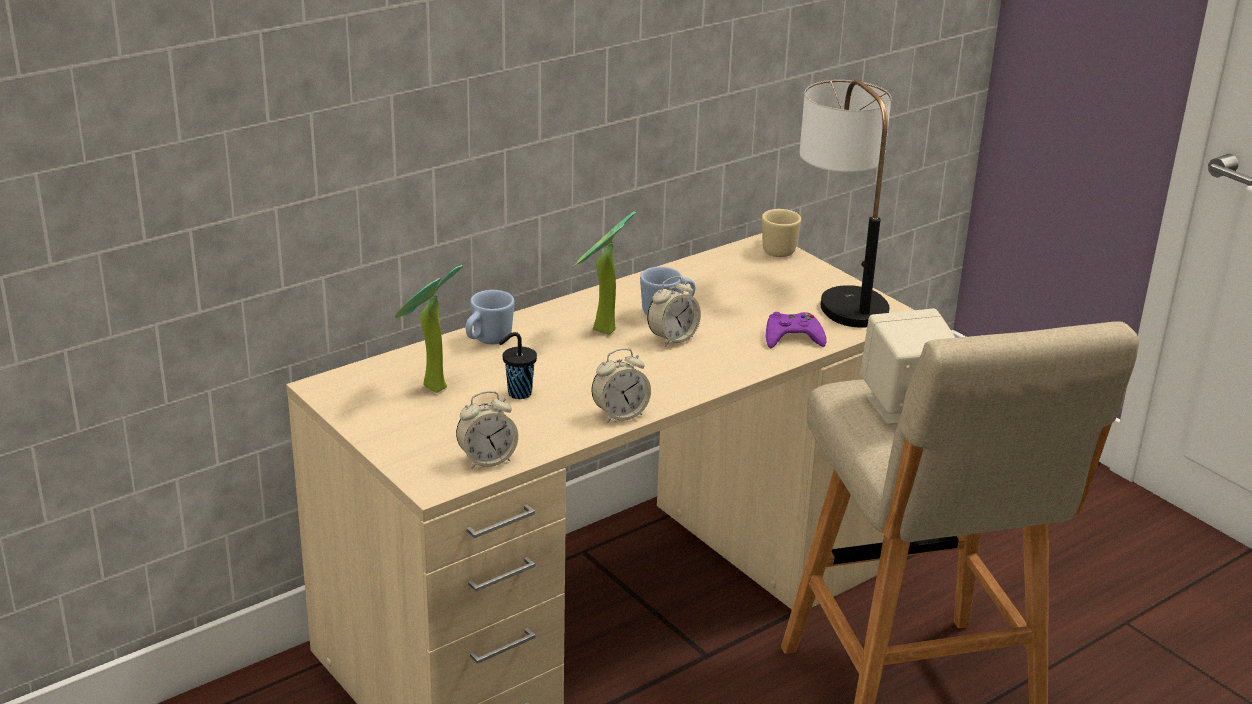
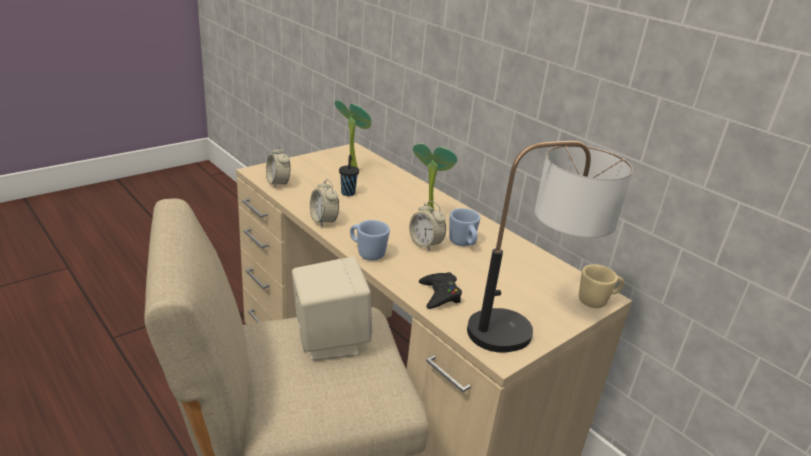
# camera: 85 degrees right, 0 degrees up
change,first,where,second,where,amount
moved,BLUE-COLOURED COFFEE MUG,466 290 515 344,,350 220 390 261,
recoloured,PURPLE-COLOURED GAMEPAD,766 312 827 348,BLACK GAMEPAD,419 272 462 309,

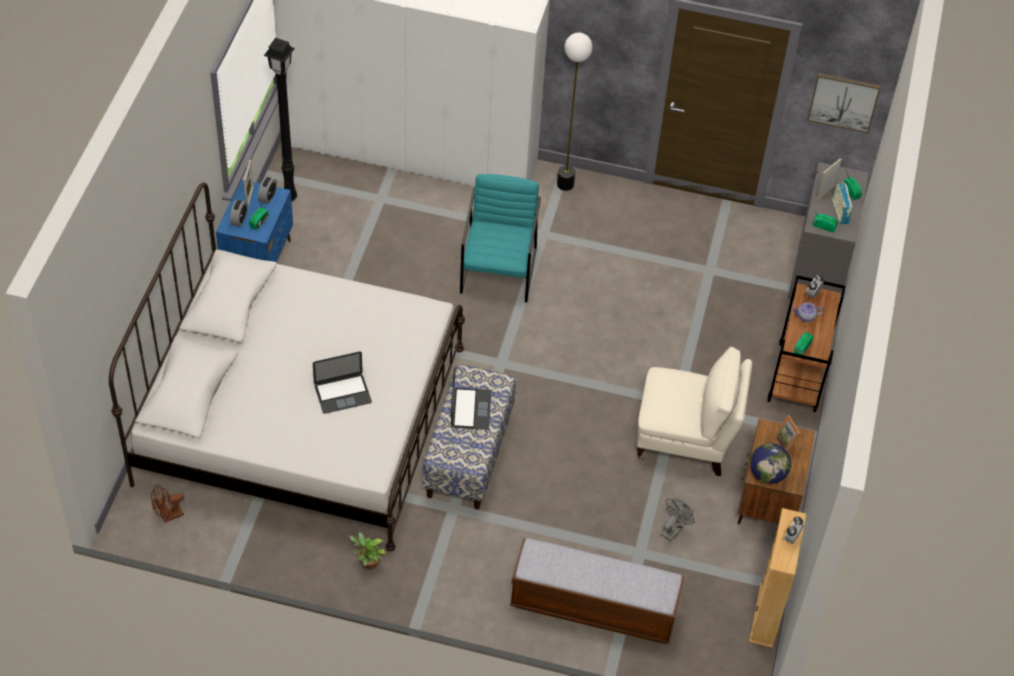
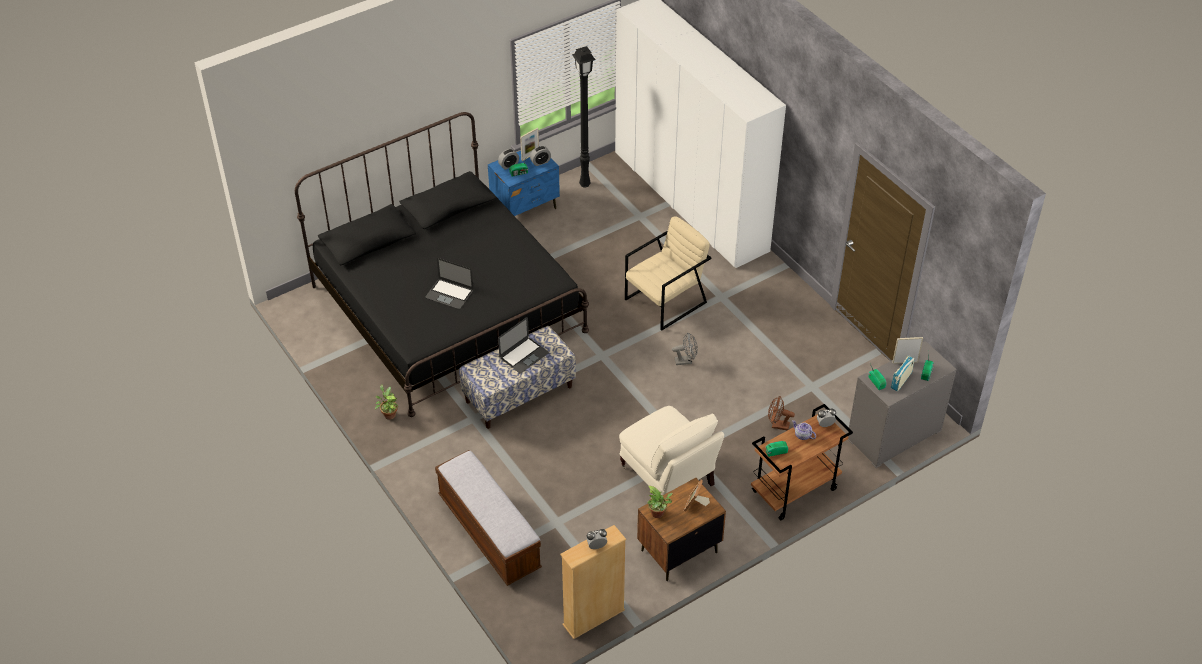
# camera: 45 degrees right, 5 degrees down
change,first,where,second,where,amount
removed,STANDARD LAMP,557 33 593 191,,,
removed,WALL ART,807 73 881 133,,,
moved,BROWN-COLOURED ELECTRIC FAN,151 485 184 523,,768 396 795 431,
moved,GREYISH ELECTRIC FAN,661 499 694 542,,672 332 698 365,
replaced,DESK GLOBE,750 443 791 484,POTTED PLANT,647 486 673 518,
recoloured,WHITISH BED,109 183 465 551,BLACK BED,295 112 589 417,
recoloured,TURQUOISE-COLOURED LOUNGE CHAIR,460 174 541 302,BEIGE-COLOURED LOUNGE CHAIR,625 216 711 331,

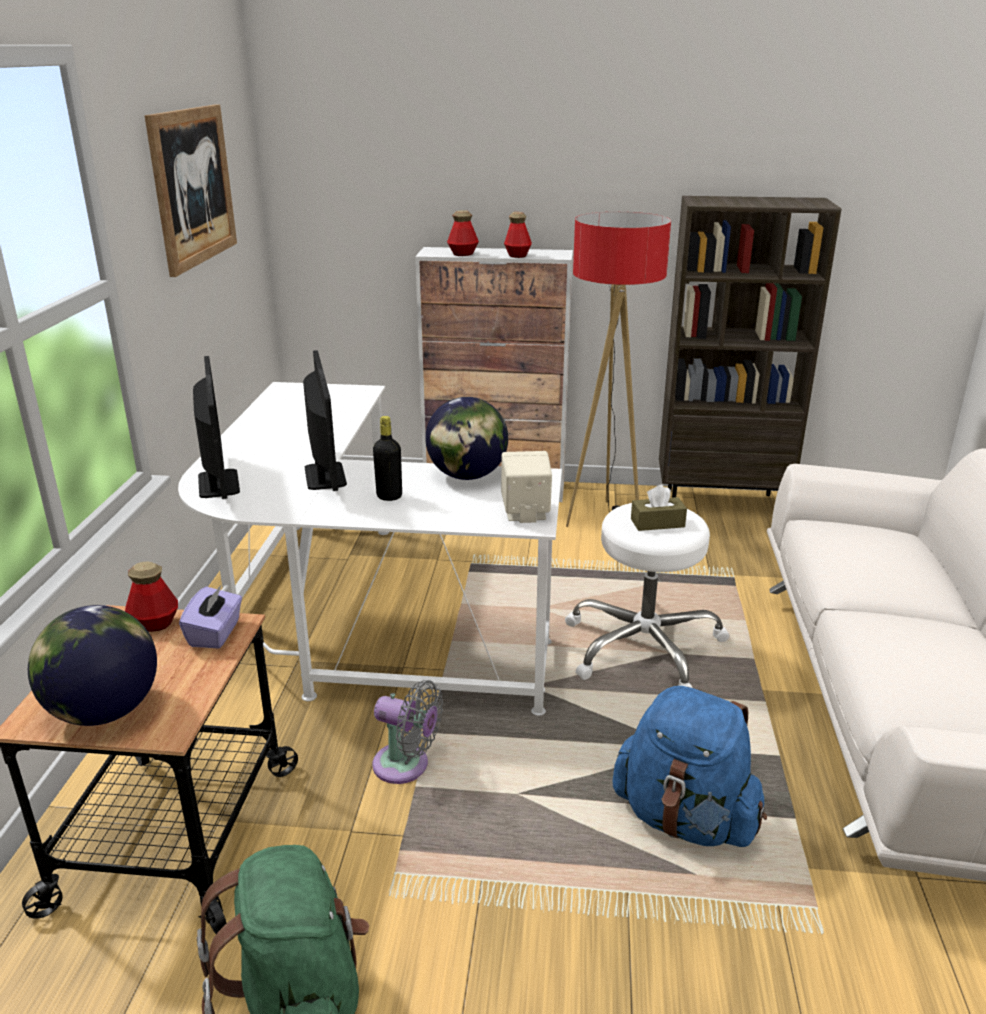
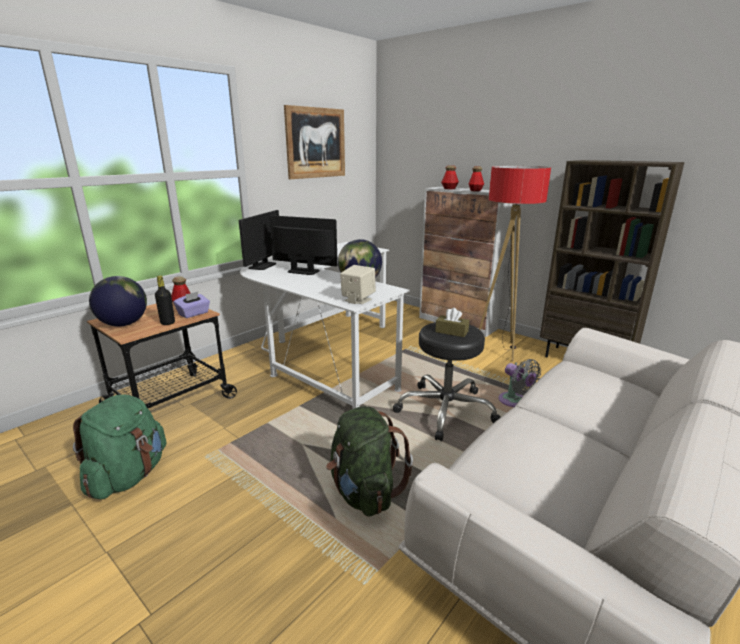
# camera: 35 degrees right, 5 degrees down
change,first,where,second,where,amount
moved,GREYISH ELECTRIC FAN,372 680 443 784,,498 359 541 407,
moved,BLACK BOTTLE,373 416 402 501,,155 275 175 325,
recoloured,WHITISH SITTING STOOL,565 503 730 688,BLACK SITTING STOOL,393 322 501 441,
recoloured,BLUE-COLOURED BACKPACK,613 686 767 847,GREEN BACKPACK,326 406 413 517,
turned,COMPUTER SCREEN,303 350 347 491,,269 215 338 275,90 degrees counterclockwise

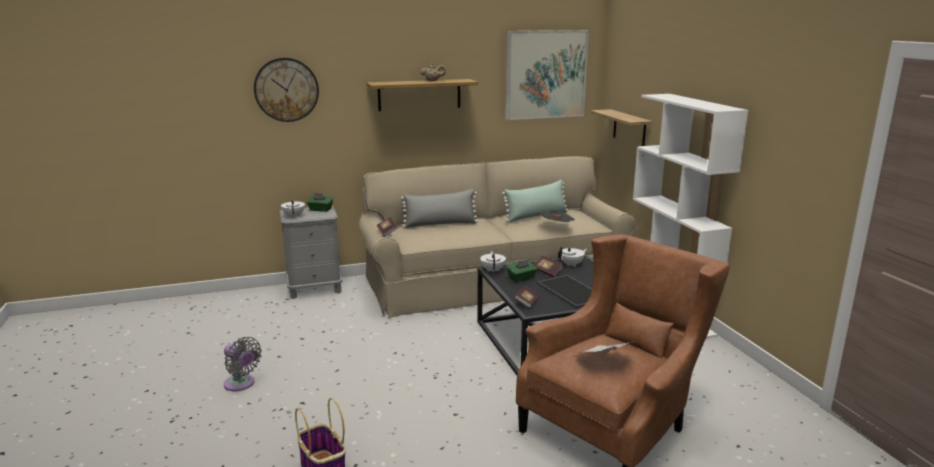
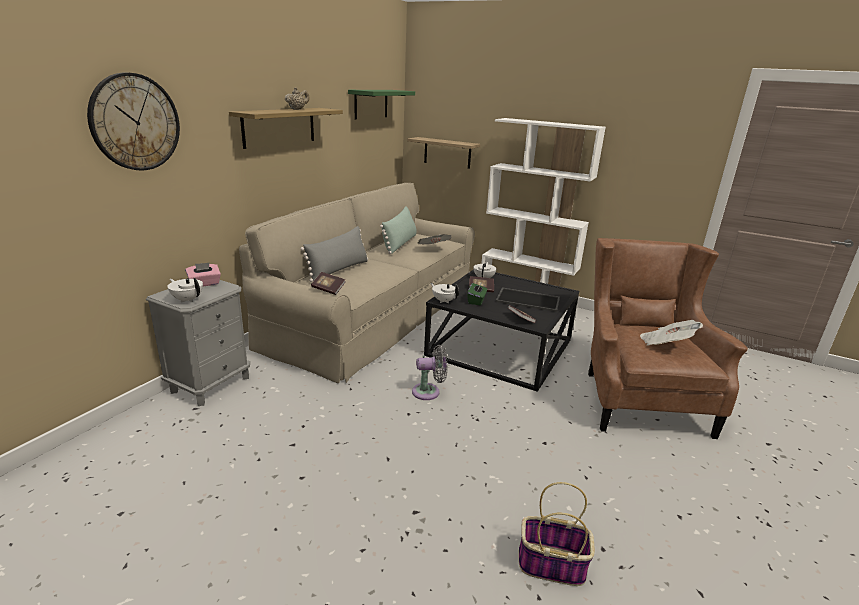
# camera: 45 degrees left, 5 degrees up
change,first,where,second,where,amount
moved,GREYISH ELECTRIC FAN,224 337 262 391,,412 345 447 400,
replaced,WALL ART,505 30 589 120,GREEN SHELF,348 90 415 120,
recoloured,GREEN TISSUE BOX,307 193 333 212,PINK-COLOURED TISSUE BOX,185 263 221 287,

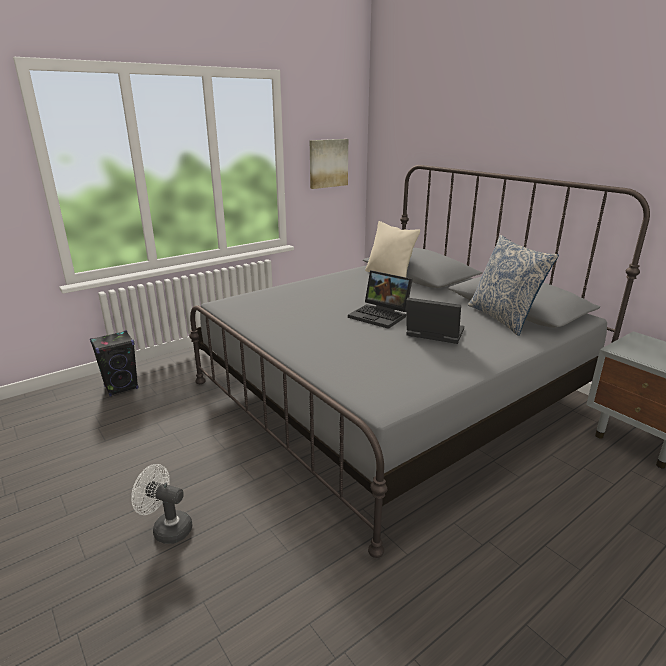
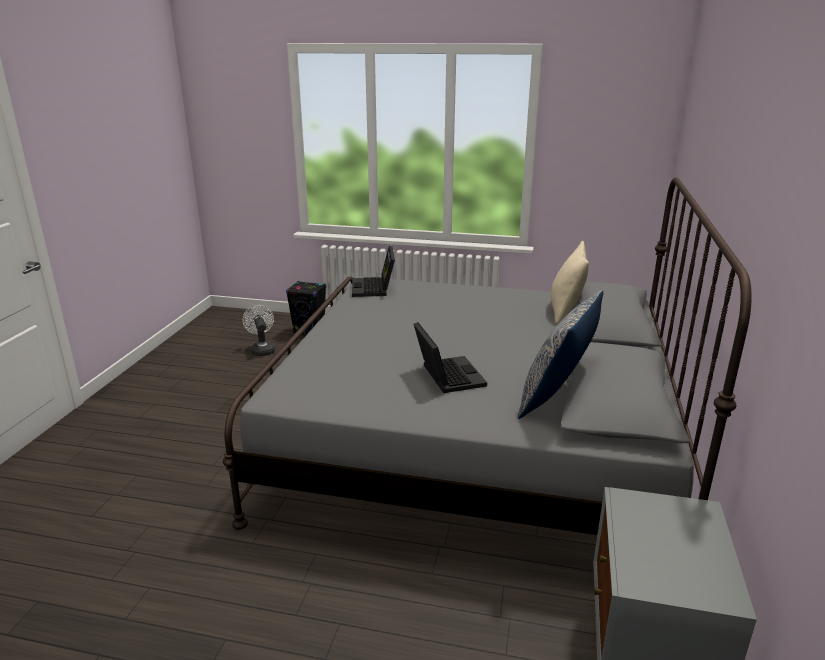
# camera: 50 degrees right, 0 degrees up
change,first,where,second,where,amount
removed,WALL ART,310 139 348 189,,,
moved,WHITISH ELECTRIC FAN,131 464 192 544,,243 305 275 356,
moved,LAPTOP,348 270 413 329,,352 246 395 297,

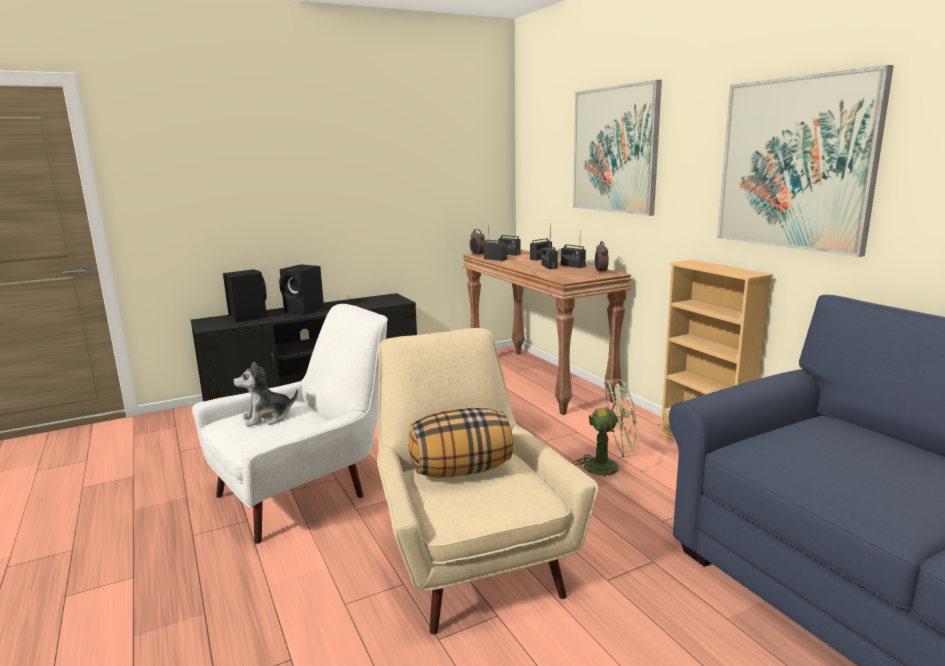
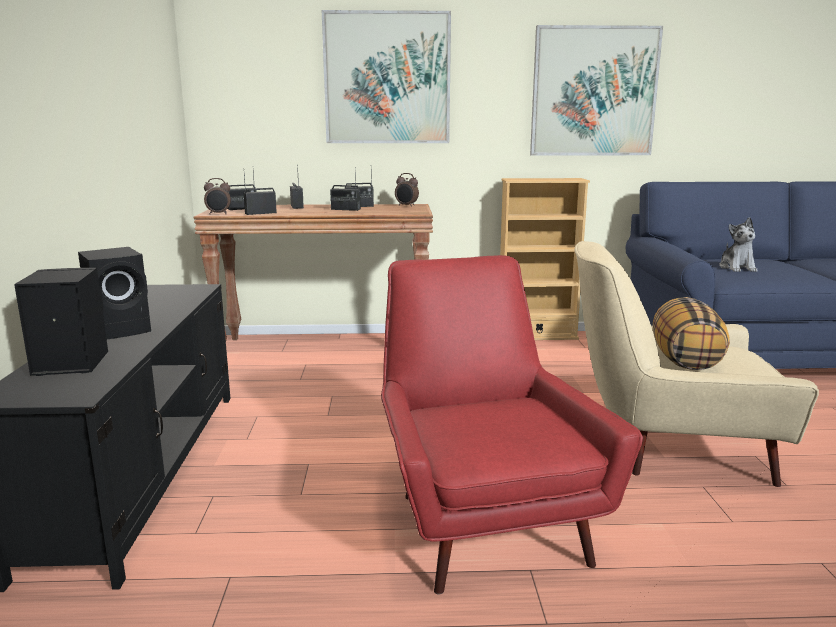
# camera: 65 degrees left, 0 degrees up
change,first,where,second,where,amount
removed,GREEN ELECTRIC FAN,573 379 639 483,,,
moved,SOFT TOY,233 362 298 427,,719 217 758 272,
recoloured,WHITISH LOUNGE CHAIR,192 304 388 544,RED LOUNGE CHAIR,381 255 643 595,

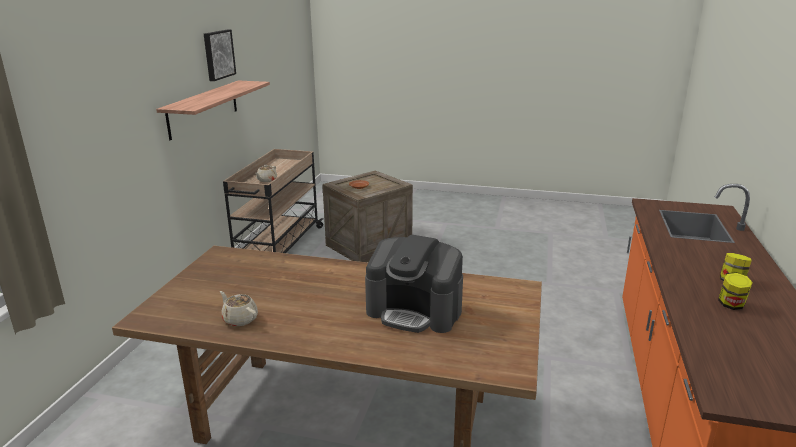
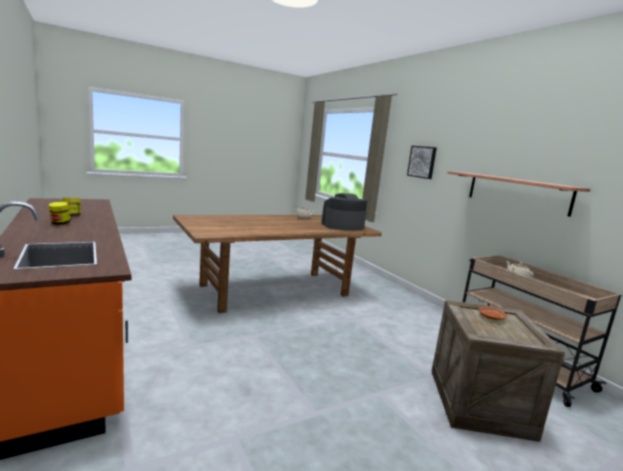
# camera: 135 degrees right, 10 degrees down
change,first,where,second,where,amount
moved,WALL ART,204 30 236 81,,407 146 437 179,
moved,COFFEE MAKER,365 235 463 333,,321 193 367 230,

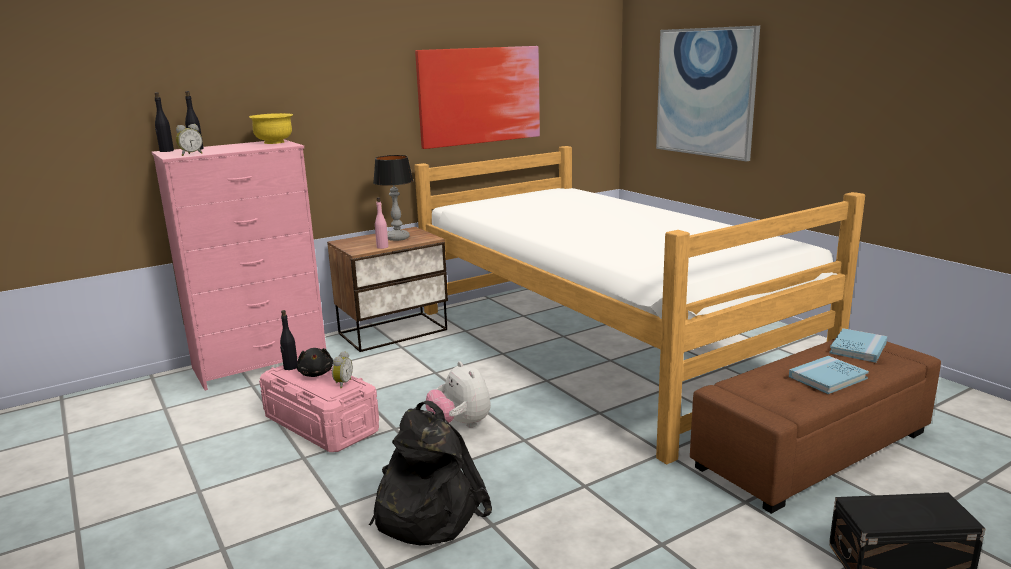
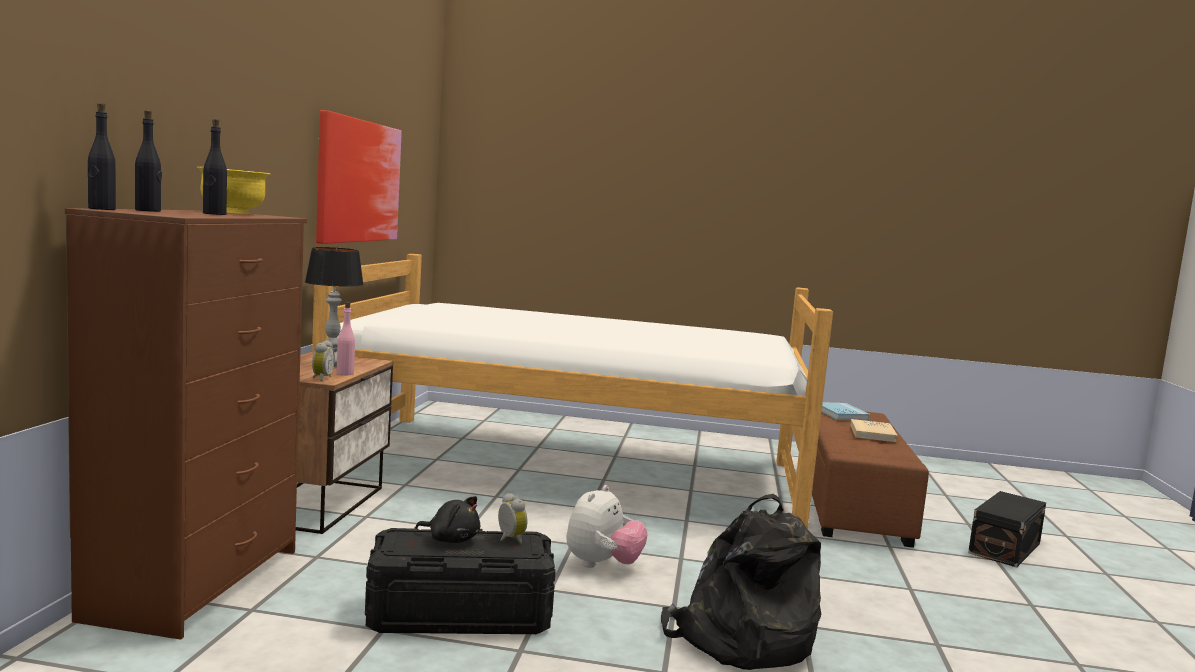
# camera: 50 degrees left, 10 degrees down
change,first,where,second,where,amount
removed,WALL ART,656 26 760 162,,,
moved,ALARM CLOCK,176 124 203 156,,312 340 335 381,
moved,BLACK BOTTLE,280 310 298 370,,203 119 227 215,
recoloured,PINK-COLOURED CHEST OF DRAWERS,152 139 326 390,BROWN-COLOURED CHEST OF DRAWERS,65 208 307 640,
recoloured,PINK-COLOURED STORAGE BIN,259 359 379 452,BLACK STORAGE BIN,365 527 556 634,
recoloured,BLUE-COLOURED BOOK,789 356 869 394,BEIGE-COLOURED BOOK,850 419 898 442,
turned,SOFT TOY,426 361 491 428,,566 485 648 568,75 degrees counterclockwise

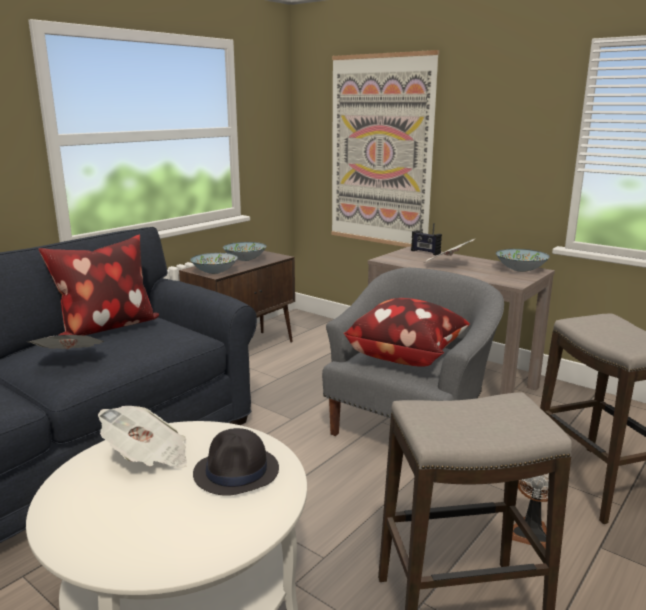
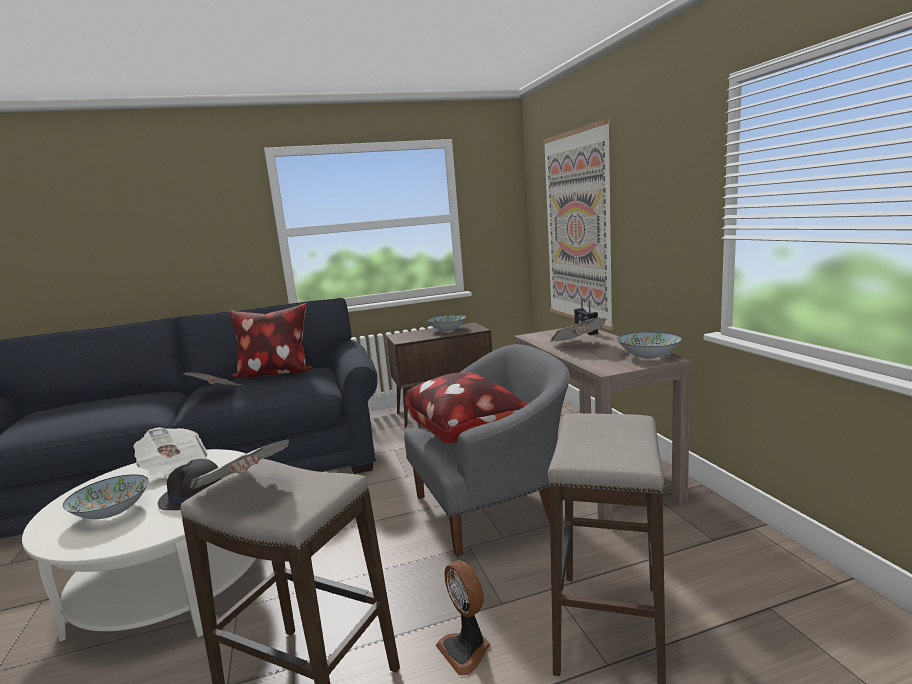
# camera: 35 degrees right, 5 degrees down
change,first,where,second,where,amount
added,,,PRINTED PAPER,190 439 289 489,
moved,BOWL,190 253 238 274,,63 474 149 519,

